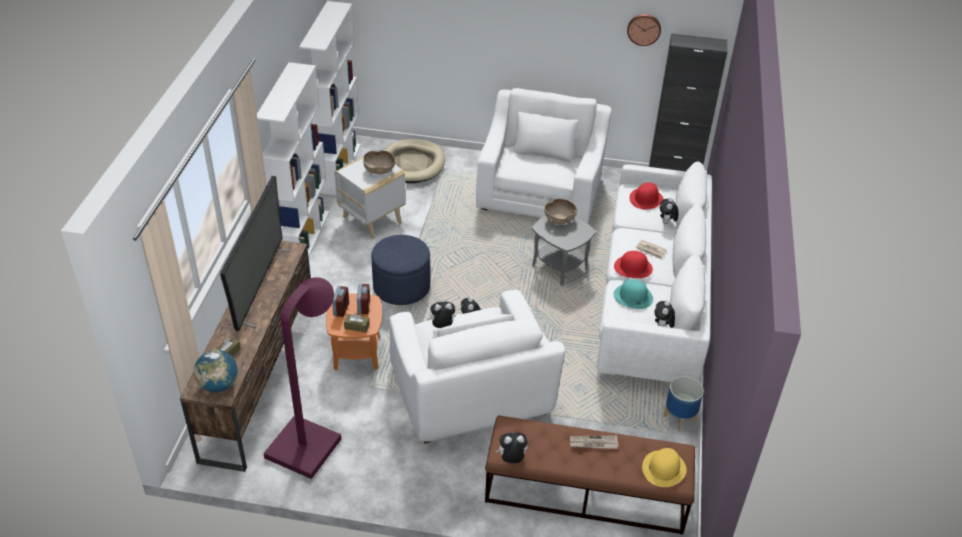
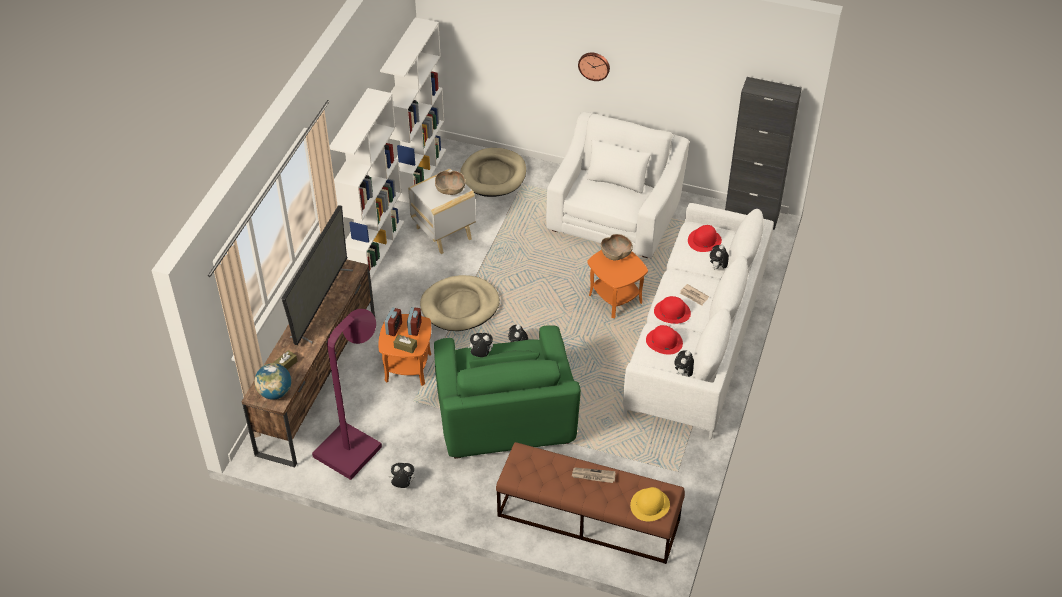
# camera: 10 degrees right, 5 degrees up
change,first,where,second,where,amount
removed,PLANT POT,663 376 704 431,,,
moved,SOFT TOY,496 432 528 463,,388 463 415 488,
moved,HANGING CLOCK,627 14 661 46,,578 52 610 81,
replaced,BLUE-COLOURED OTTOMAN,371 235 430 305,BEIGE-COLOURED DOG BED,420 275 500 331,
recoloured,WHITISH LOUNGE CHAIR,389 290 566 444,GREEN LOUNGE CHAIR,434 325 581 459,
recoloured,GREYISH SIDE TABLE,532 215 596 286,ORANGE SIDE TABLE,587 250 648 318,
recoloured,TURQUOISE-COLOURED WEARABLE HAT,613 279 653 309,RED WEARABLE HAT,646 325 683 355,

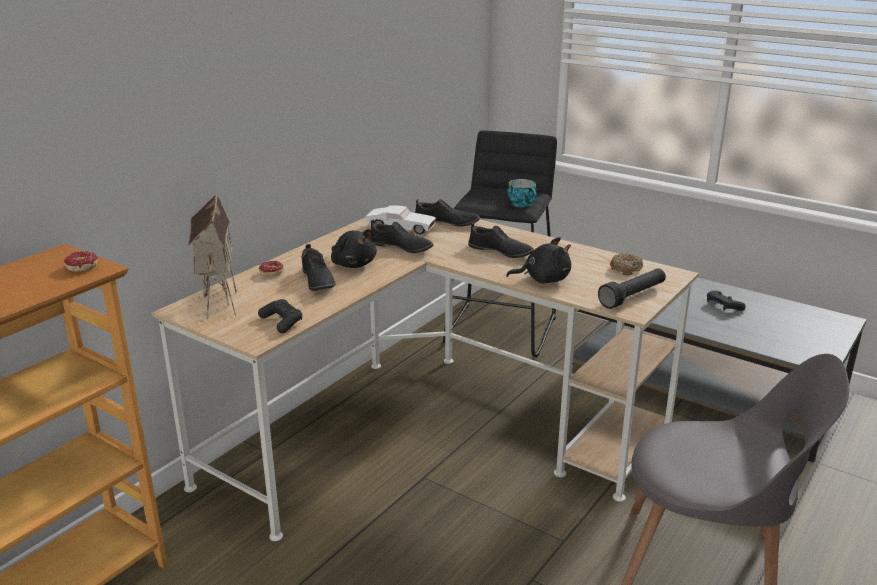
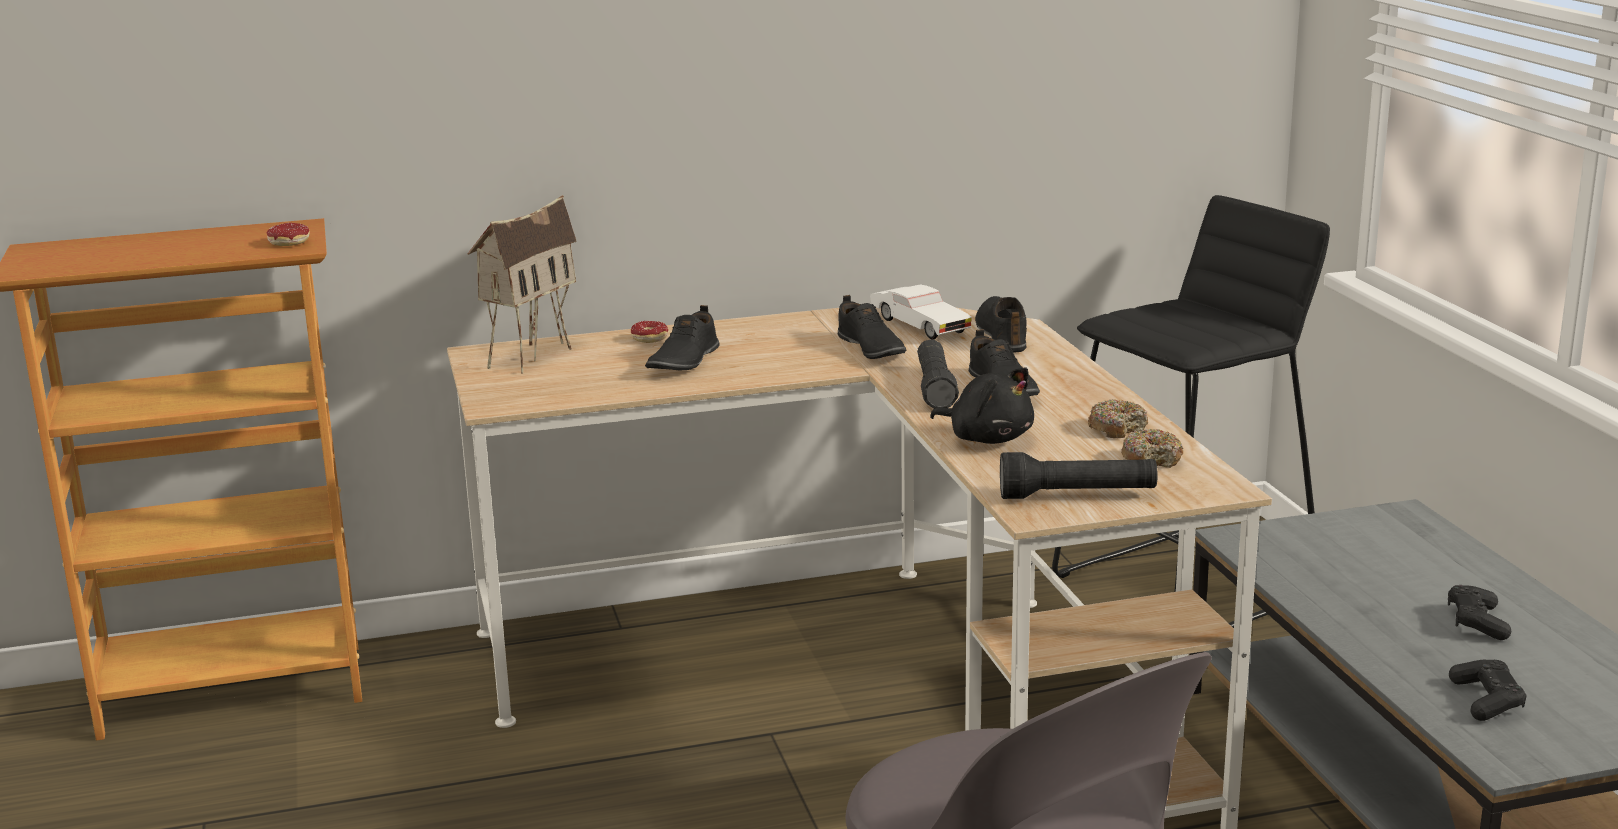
# camera: 40 degrees right, 5 degrees down
change,first,where,second,where,amount
removed,BLACK SOFT TOY,331 229 377 268,,,
removed,CUP,508 179 537 207,,,
added,,,BLACK HAND TORCH,917 339 959 409,
added,,,RING DOUGHNUT,1088 399 1148 438,
moved,BLACK GAMEPAD,258 299 302 333,,1449 660 1526 721,
turned,BLACK ITEM OF FOOTWEAR,415 199 480 227,,975 296 1027 353,150 degrees counterclockwise

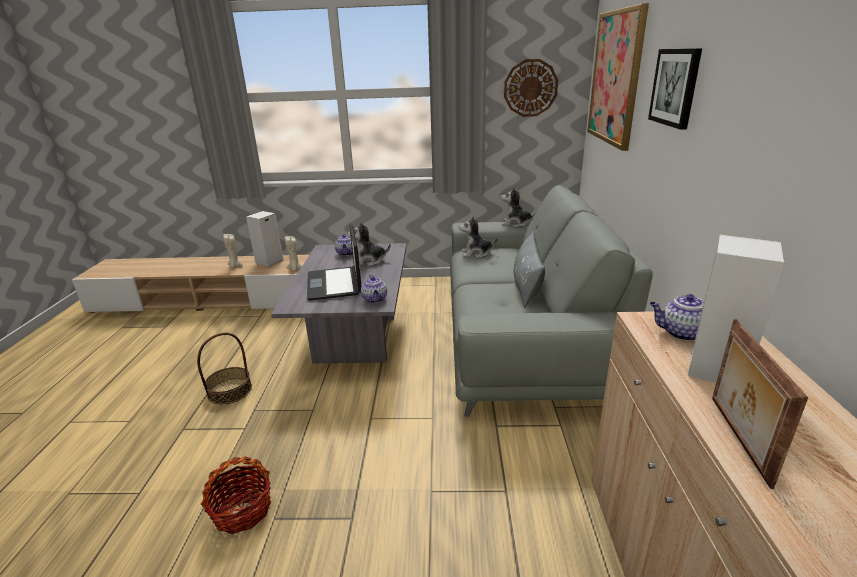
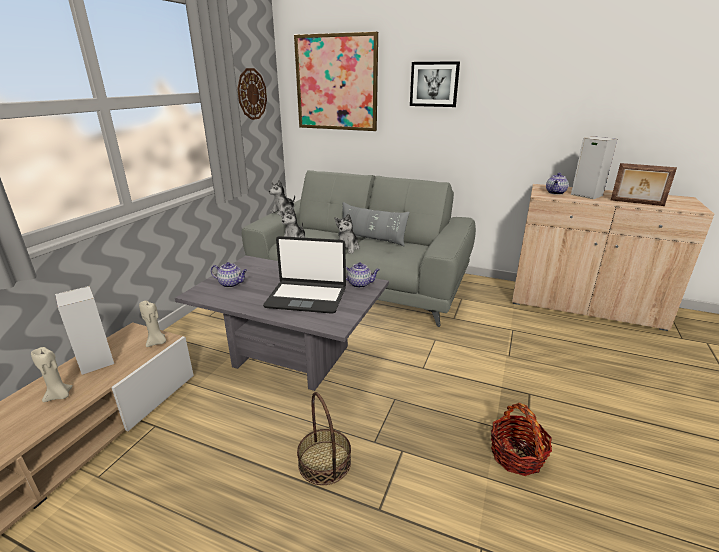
# camera: 70 degrees left, 0 degrees up
change,first,where,second,where,amount
moved,SOFT TOY,347 222 390 266,,335 214 360 254,

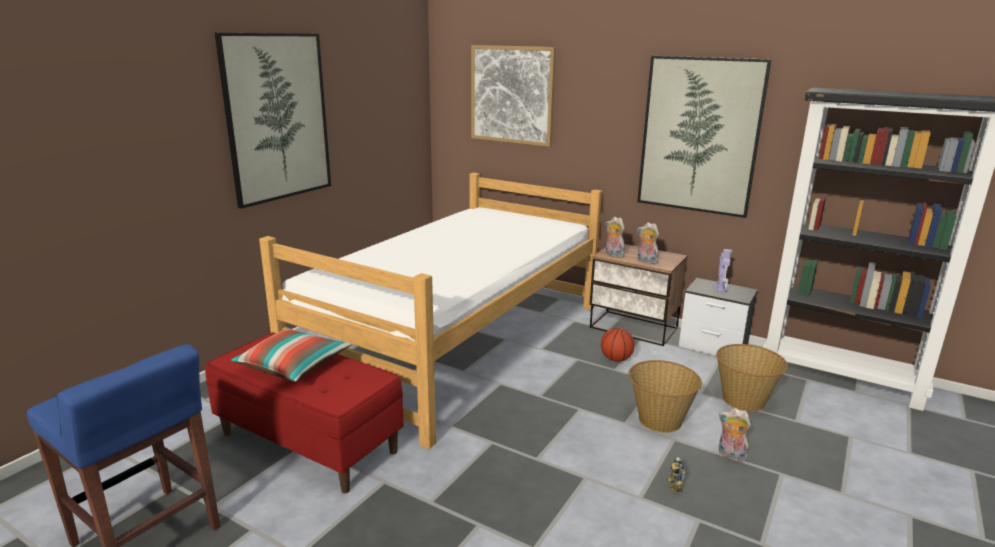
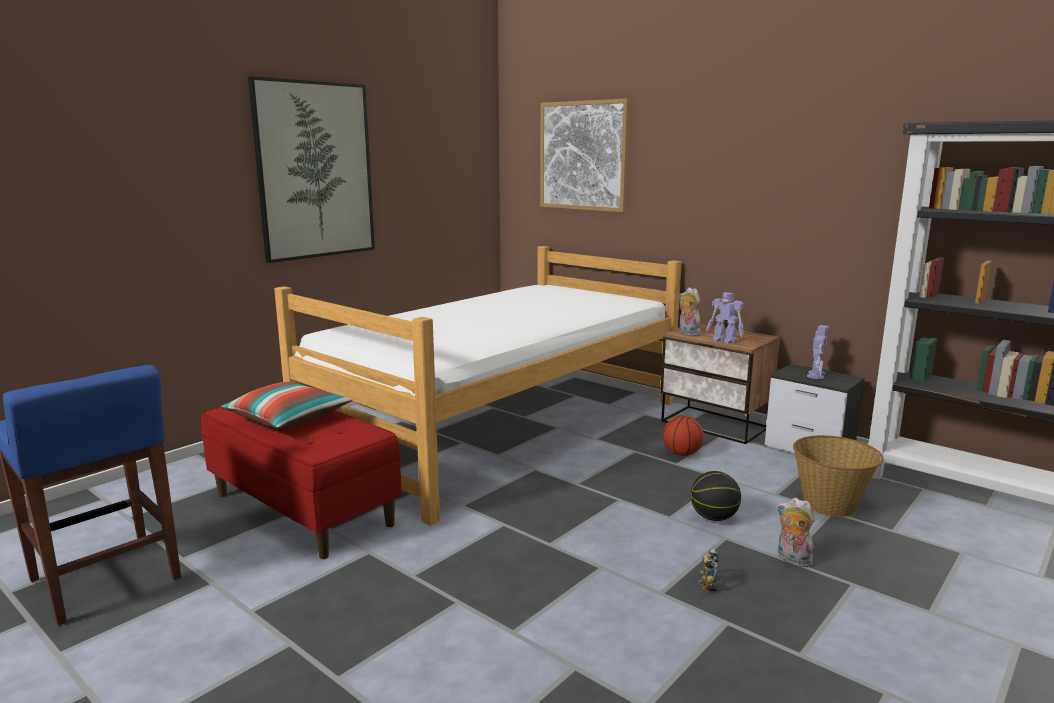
# camera: 10 degrees right, 5 degrees down
change,first,where,second,where,amount
removed,WALL ART,637 56 772 218,,,
replaced,STORAGE BASKET,628 360 702 433,BALL FOR BASKETBALL,690 471 741 521,
replaced,SOFT TOY,637 222 659 264,ROBOT FIGURE,706 292 743 343,

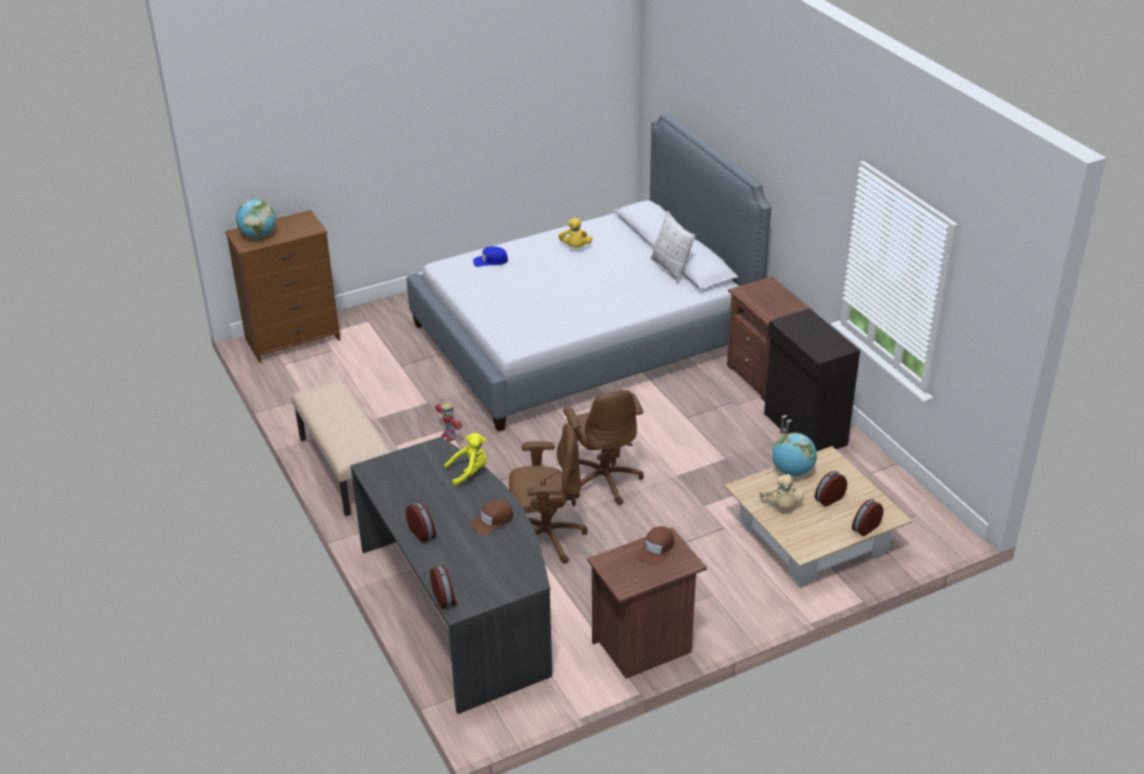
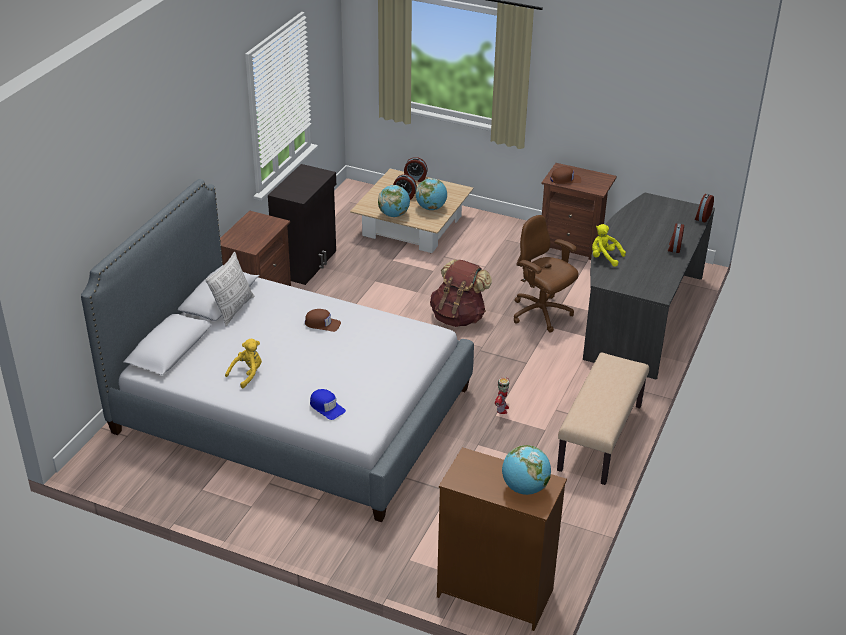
# camera: 130 degrees left, 0 degrees up
change,first,where,second,where,amount
moved,BROWN-COLOURED BASEBALL CAP,470 500 514 535,,305 309 341 332,
replaced,BROWN-COLOURED DESK CHAIR,563 390 644 505,BROWN-COLOURED BACKPACK,430 259 492 327,
replaced,BEIGE-COLOURED SOFT TOY,759 474 804 509,DESK GLOBE,415 178 447 210,

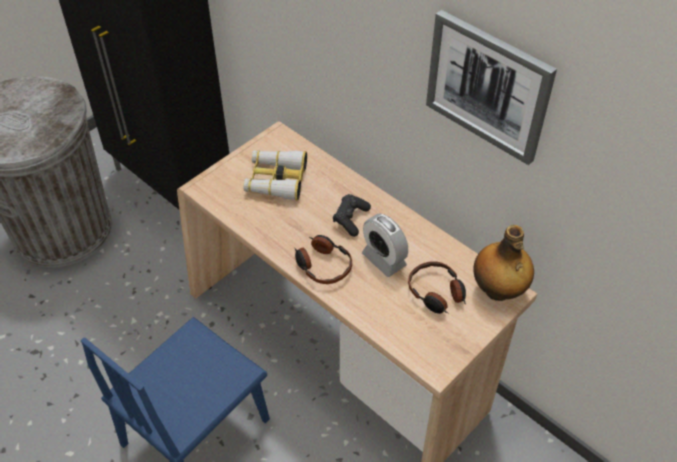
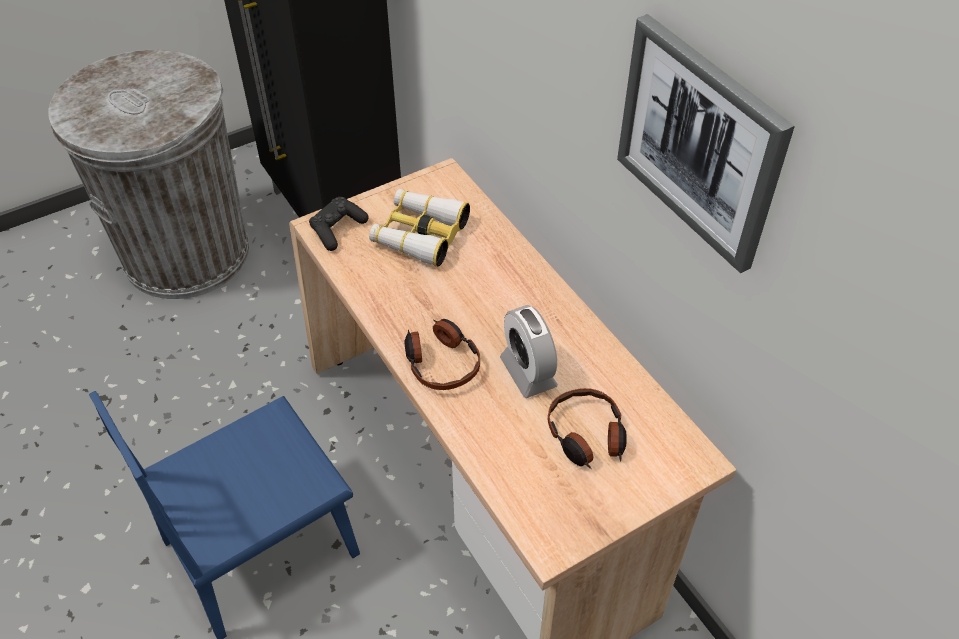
# camera: 15 degrees right, 0 degrees up
change,first,where,second,where,amount
removed,BOTTLE,473 225 534 301,,,
moved,BLACK GAMEPAD,333 194 371 237,,309 197 368 251,

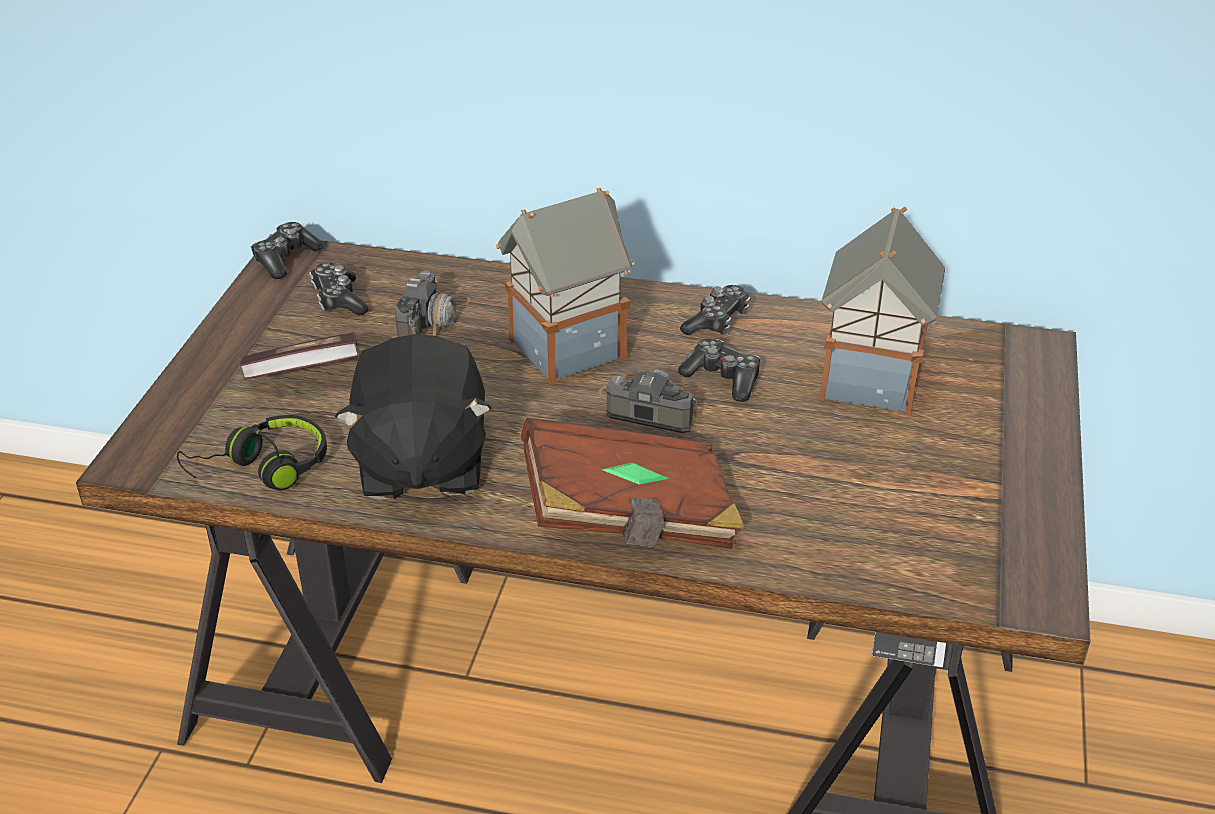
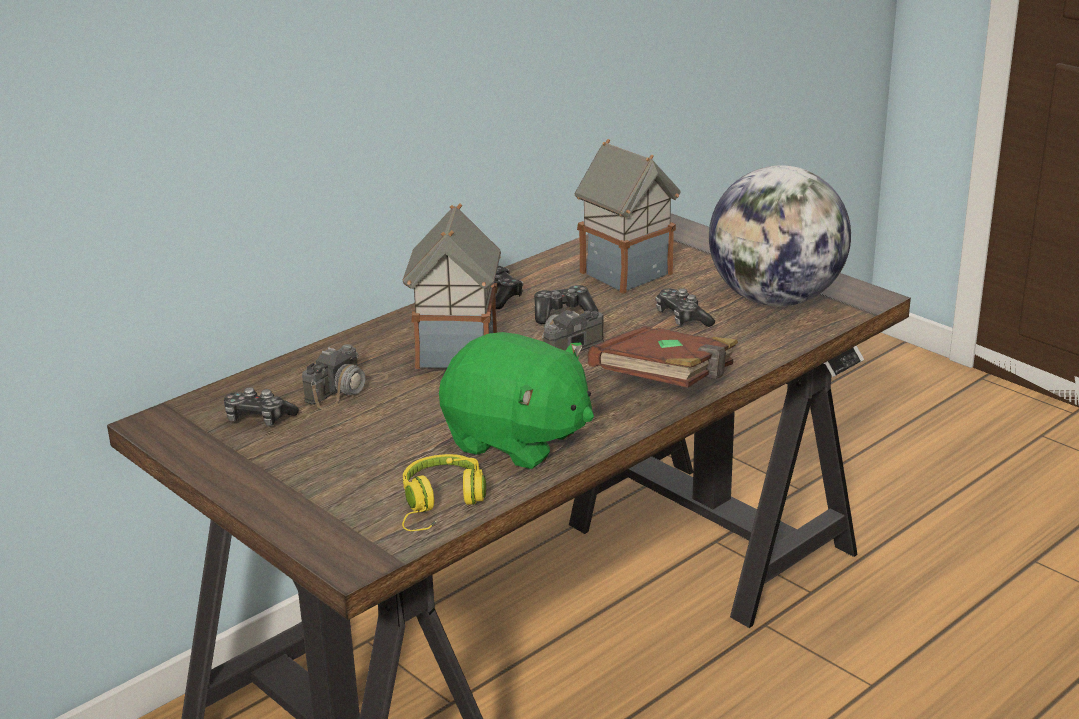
# camera: 55 degrees left, 10 degrees down
change,first,where,second,where,amount
removed,BOOK,240 332 360 380,,,
added,,,DESK GLOBE,709 165 851 307,
moved,GAMEPAD,250 222 323 279,,655 288 715 327,
recoloured,BLACK HEADPHONES,177 415 327 491,YELLOW-COLOURED HEADPHONES,402 454 486 531,
recoloured,BLACK SOFT TOY,335 334 491 500,GREEN SOFT TOY,439 332 594 469,
turned,STILL CAMERA,395 271 470 337,,302 344 389 410,75 degrees clockwise

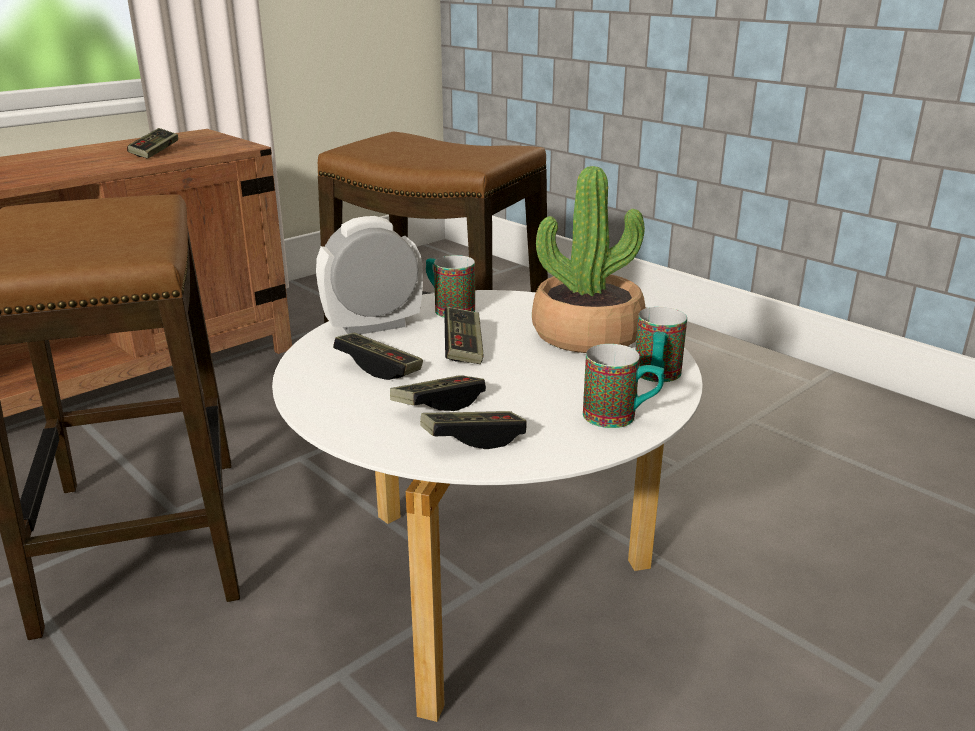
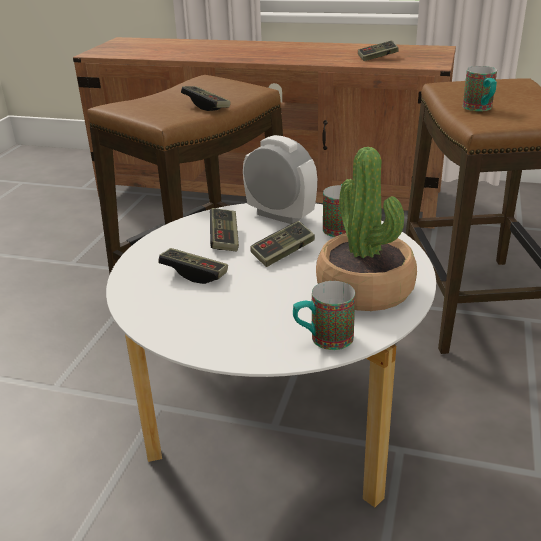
# camera: 60 degrees right, 5 degrees up
change,first,where,second,where,amount
moved,GAMEPAD,420 411 527 449,,181 86 231 111,
moved,COFFEE MUG,583 344 664 428,,463 66 497 111,

